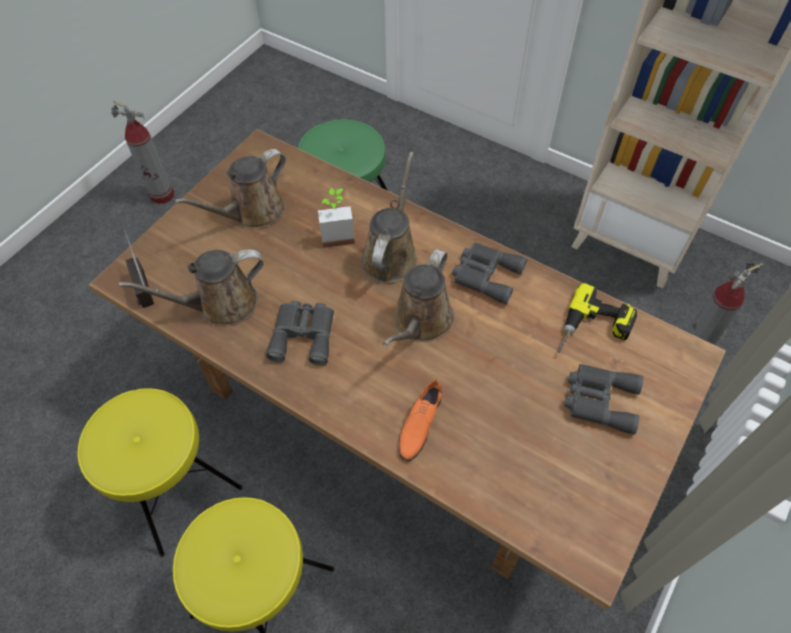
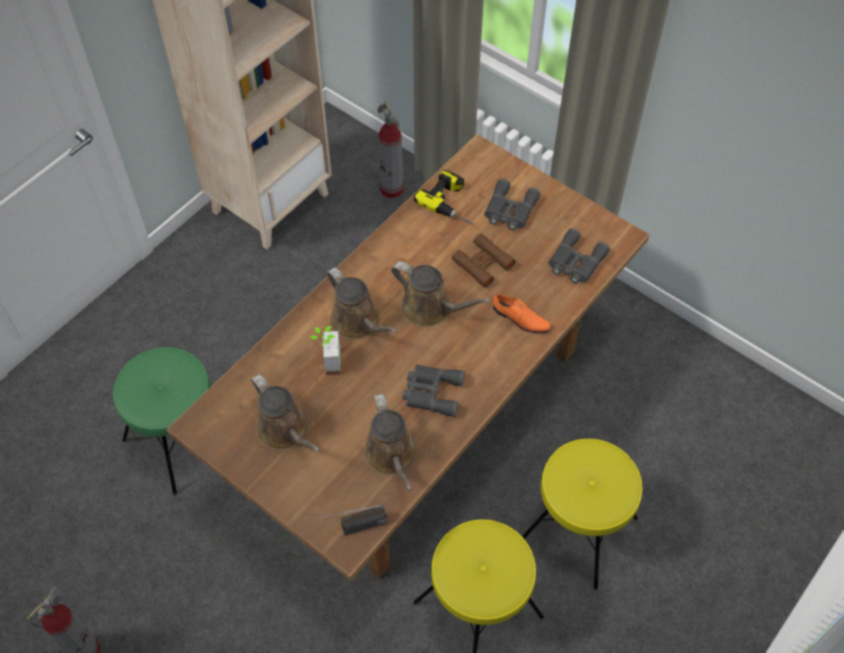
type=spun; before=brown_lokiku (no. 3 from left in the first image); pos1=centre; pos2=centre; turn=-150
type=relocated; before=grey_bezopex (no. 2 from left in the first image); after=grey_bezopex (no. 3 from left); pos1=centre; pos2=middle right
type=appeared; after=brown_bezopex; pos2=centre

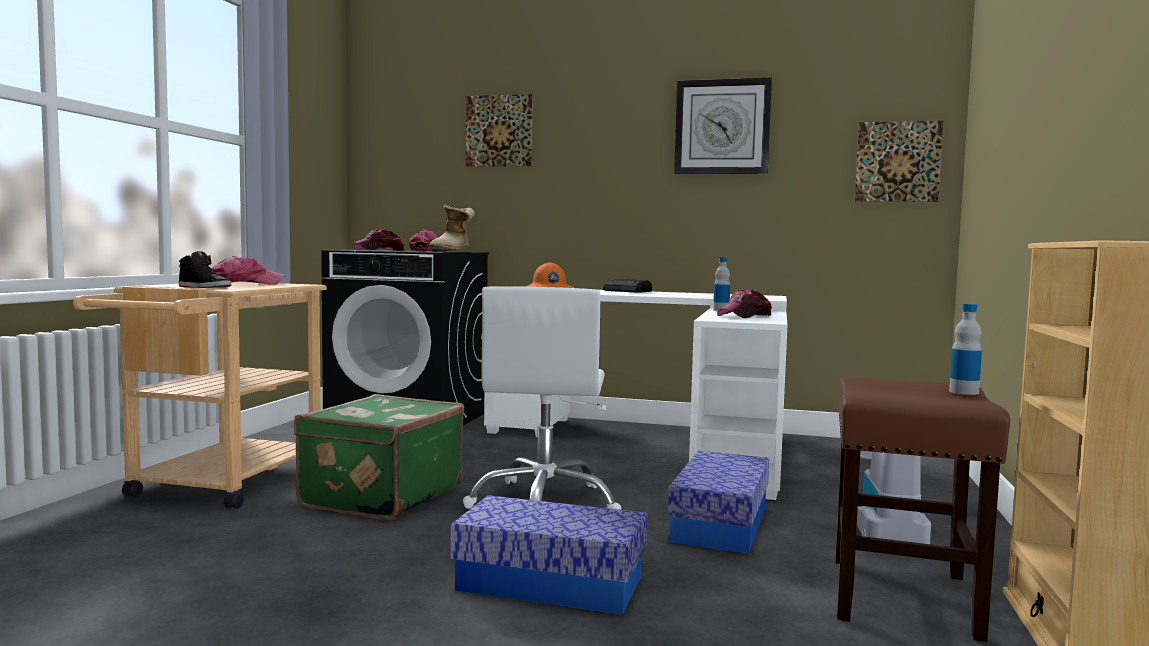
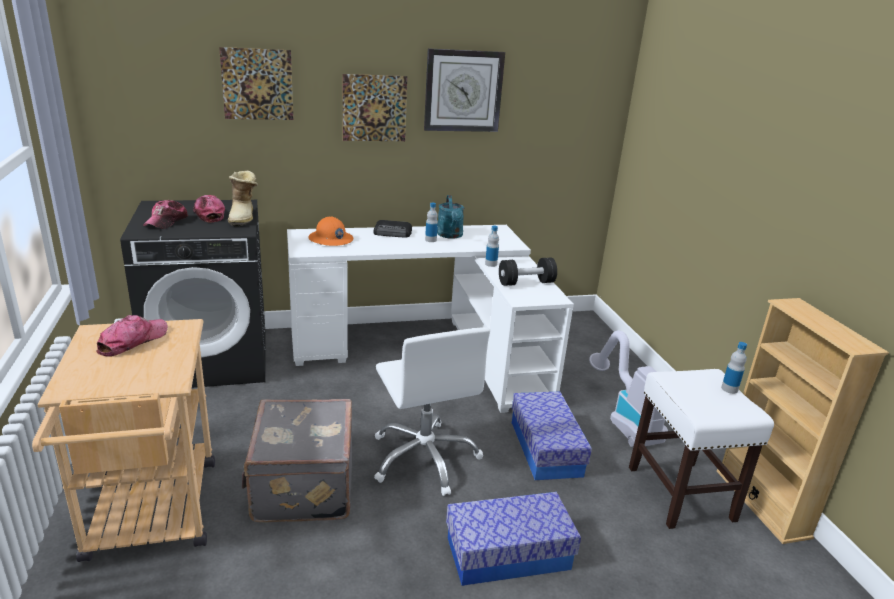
type=relocated; before=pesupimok (no. 2 from left); pos1=top right; pos2=top centre
type=missing; before=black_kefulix; pos1=middle left
type=exchanged; before=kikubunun (no. 4 from left); after=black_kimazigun; pos1=centre; pos2=centre
type=colour; before=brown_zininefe; after=white_zininefe; pos1=bottom right; pos2=bottom right
type=colour; before=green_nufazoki; after=grey_nufazoki; pos1=bottom left; pos2=bottom left
type=appeared; after=turquoise_lokiku; pos2=centre
type=appeared; after=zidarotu (no. 1 from left); pos2=centre

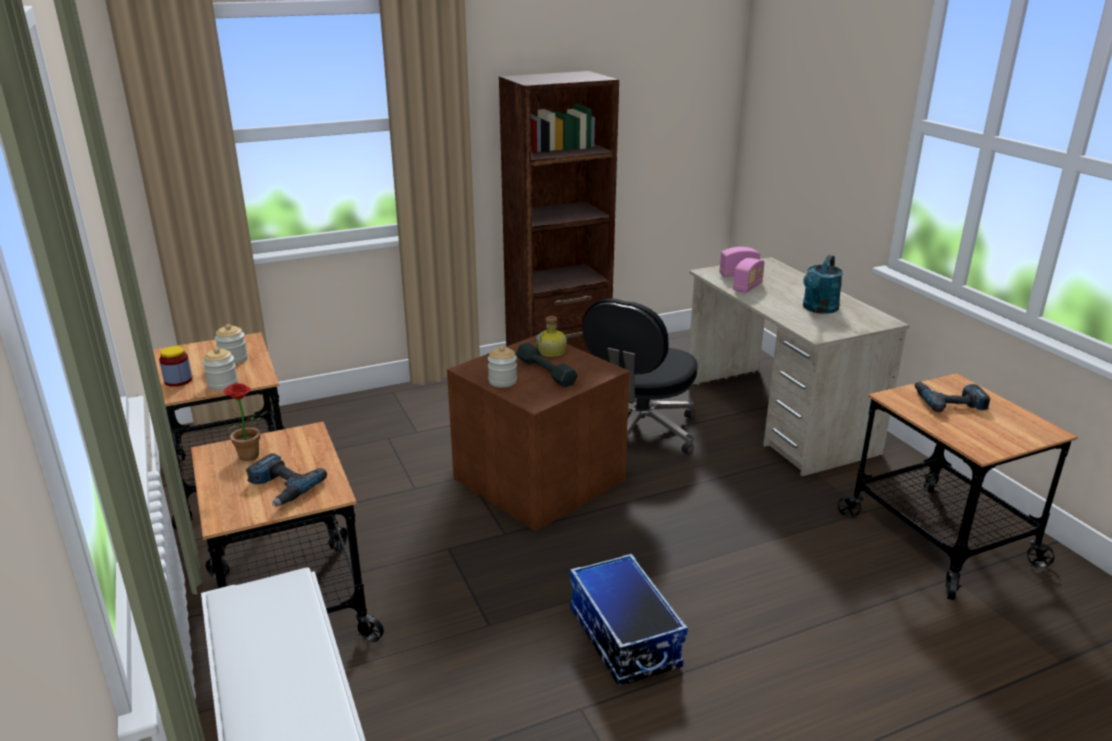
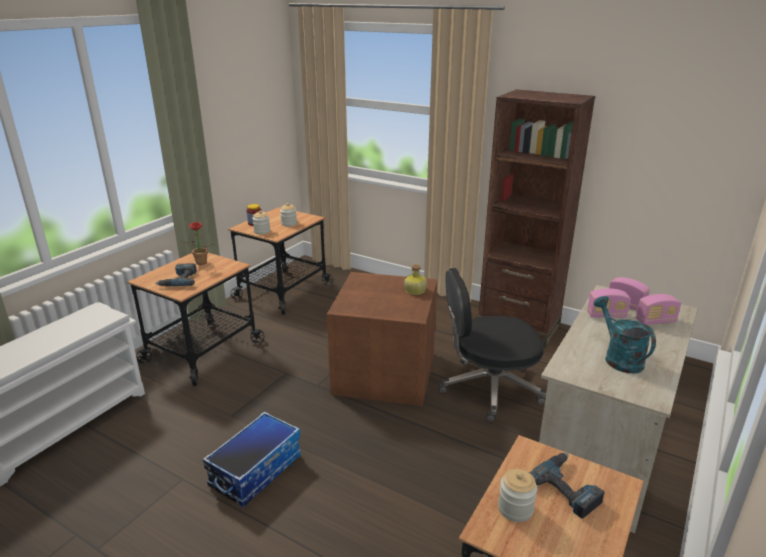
type=spun; before=turquoise_lokiku; pos1=middle right; pos2=middle right; turn=75
type=missing; before=grey_kimazigun; pos1=centre
type=relocated; before=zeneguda (no. 4 from left); pos1=centre; pos2=bottom right
type=appeared; after=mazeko (no. 3 from left); pos2=middle right

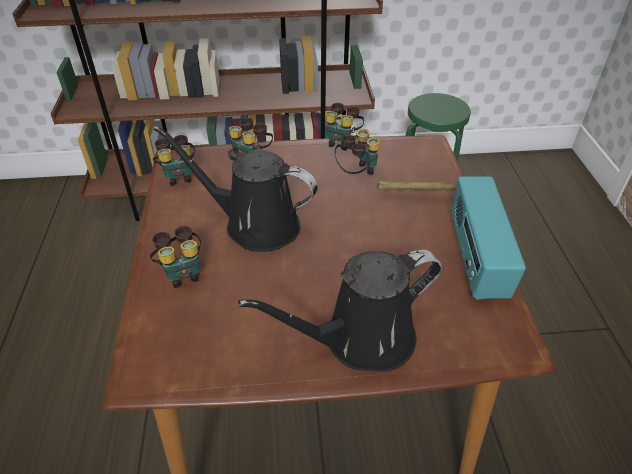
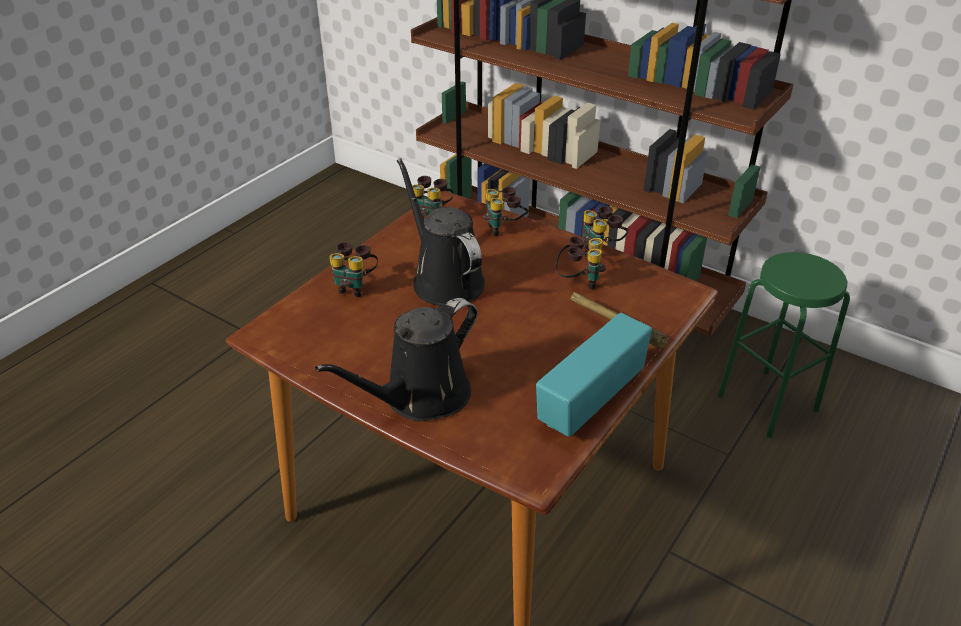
type=spun; before=black_lokiku (no. 2 from left in the first image); pos1=centre; pos2=centre; turn=-60

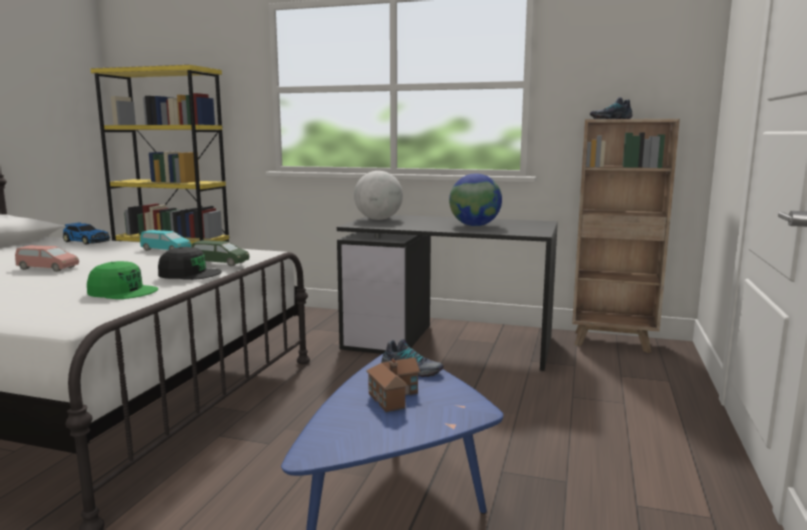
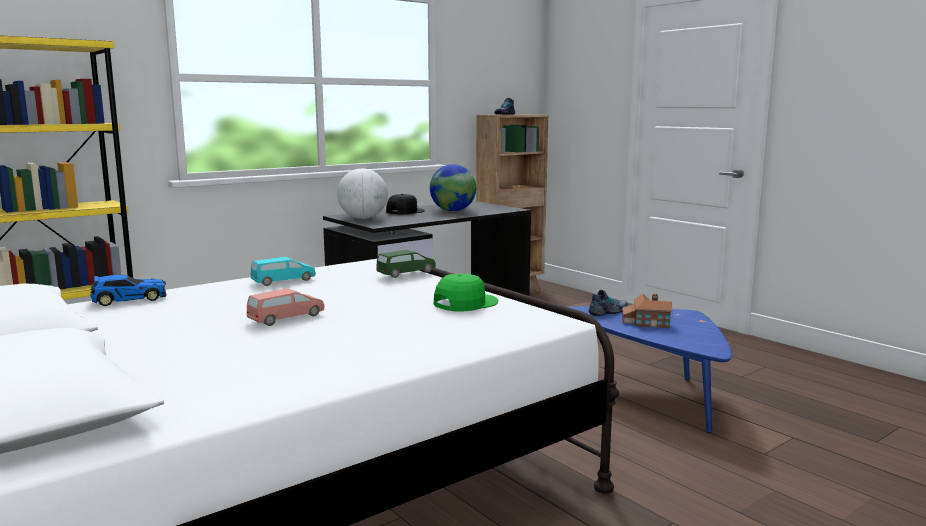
type=relocated; before=black_kikubunun; pos1=middle left; pos2=centre

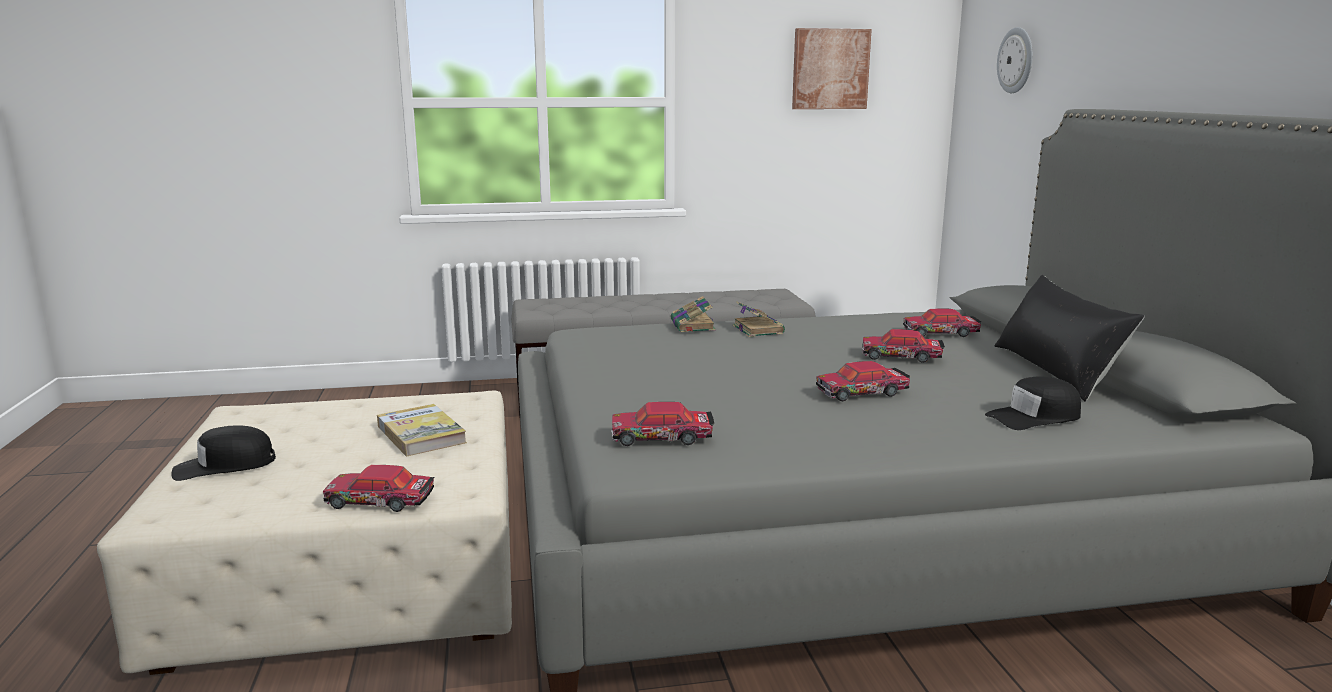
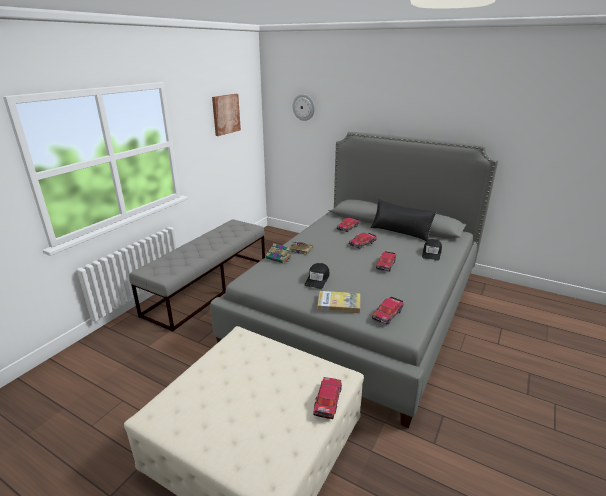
type=relocated; before=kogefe (no. 1 from left in the first image); after=kogefe (no. 3 from left); pos1=middle left; pos2=centre
type=relocated; before=black_kikubunun (no. 1 from left); pos1=middle left; pos2=centre
type=spun; before=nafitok (no. 1 from left); pos1=bottom left; pos2=bottom centre; turn=150

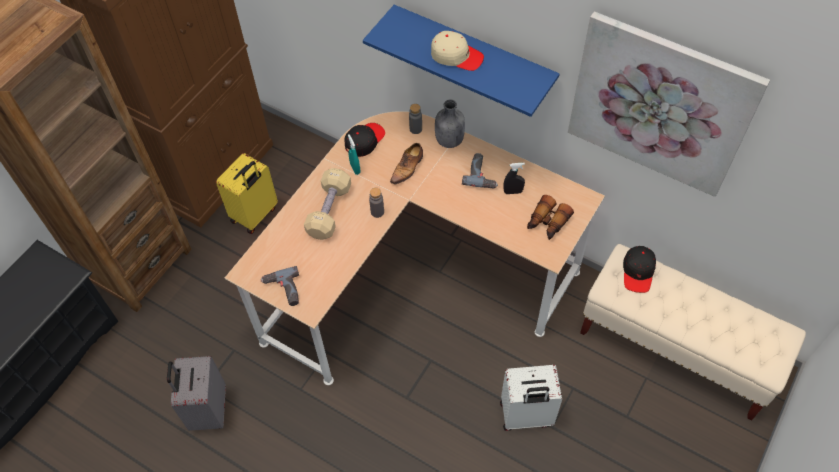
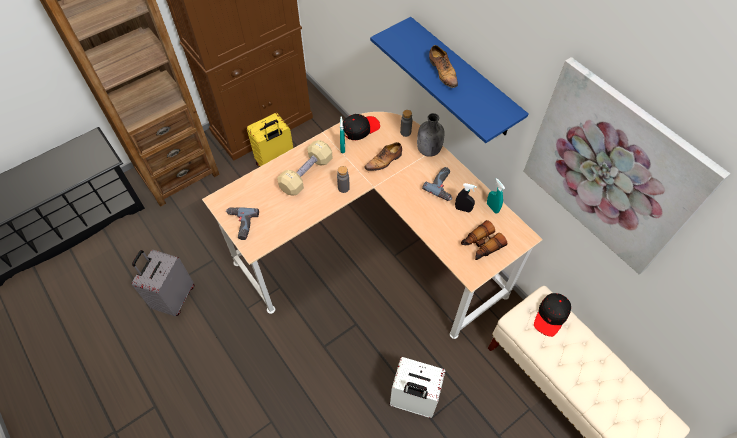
type=exchanged; before=beige_kikubunun; after=kefulix (no. 2 from left); pos1=top centre; pos2=top centre
type=appeared; after=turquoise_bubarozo (no. 2 from left); pos2=middle right

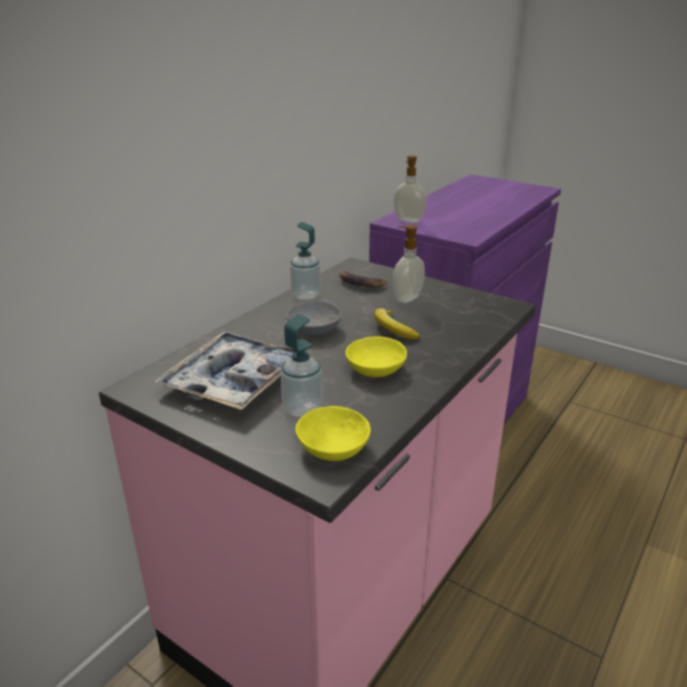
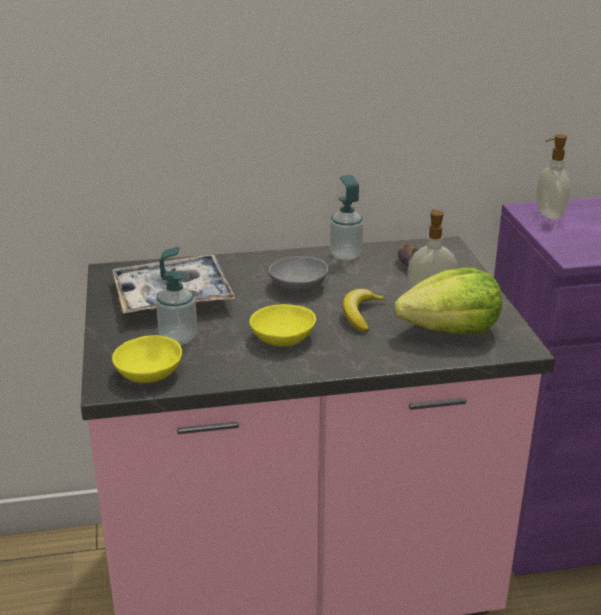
type=appeared; after=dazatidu; pos2=middle right

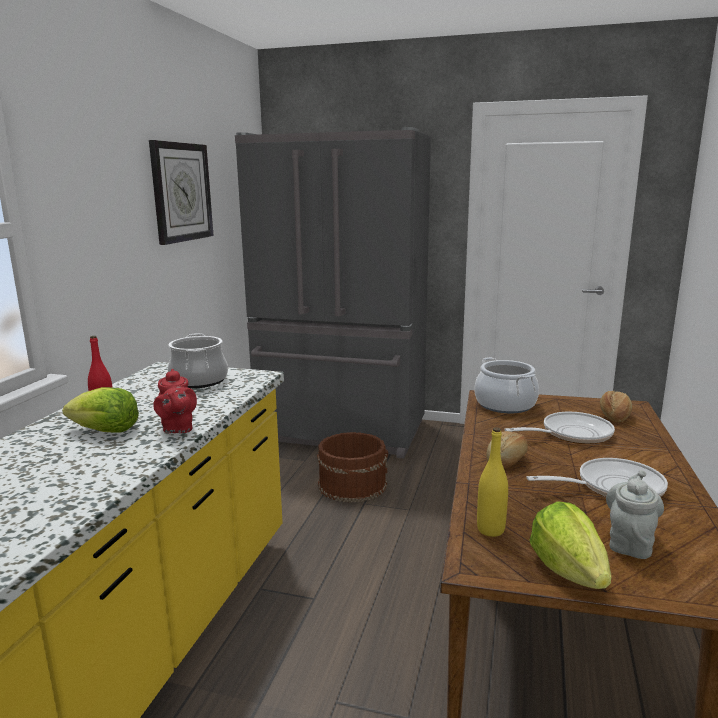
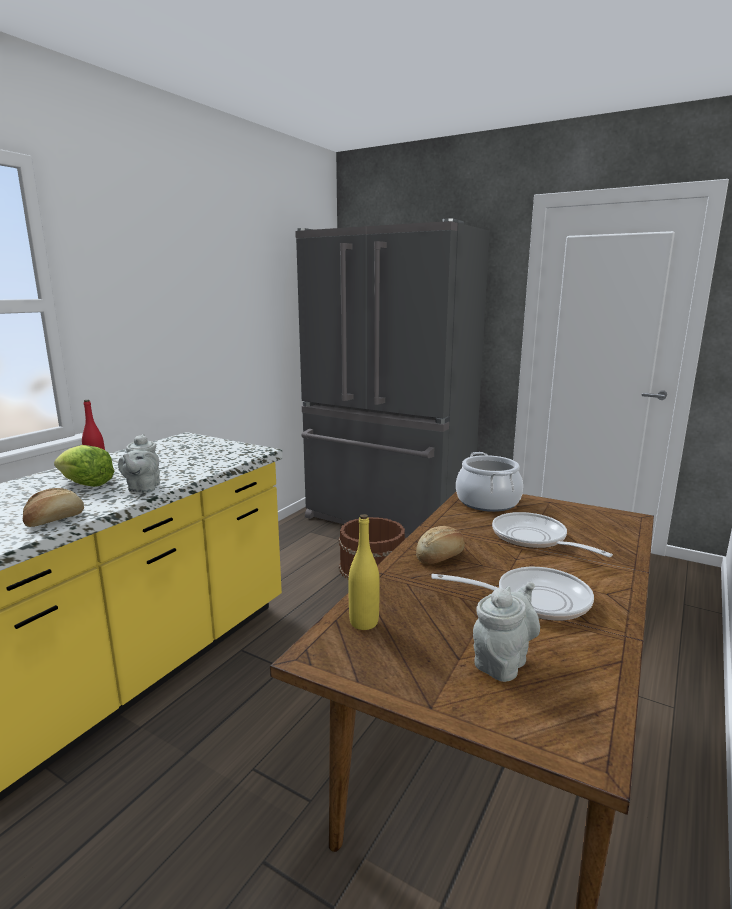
type=missing; before=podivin; pos1=top left
type=missing; before=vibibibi (no. 1 from left); pos1=middle left
type=colour; before=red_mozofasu; after=grey_mozofasu (no. 1 from left); pos1=middle left; pos2=middle left
type=relocated; before=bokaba (no. 2 from left in the first image); after=bokaba (no. 1 from left); pos1=middle right; pos2=middle left
type=spun; before=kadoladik (no. 1 from left in the first image); pos1=middle right; pos2=middle right; turn=-120
type=missing; before=dazatidu (no. 2 from left); pos1=bottom right

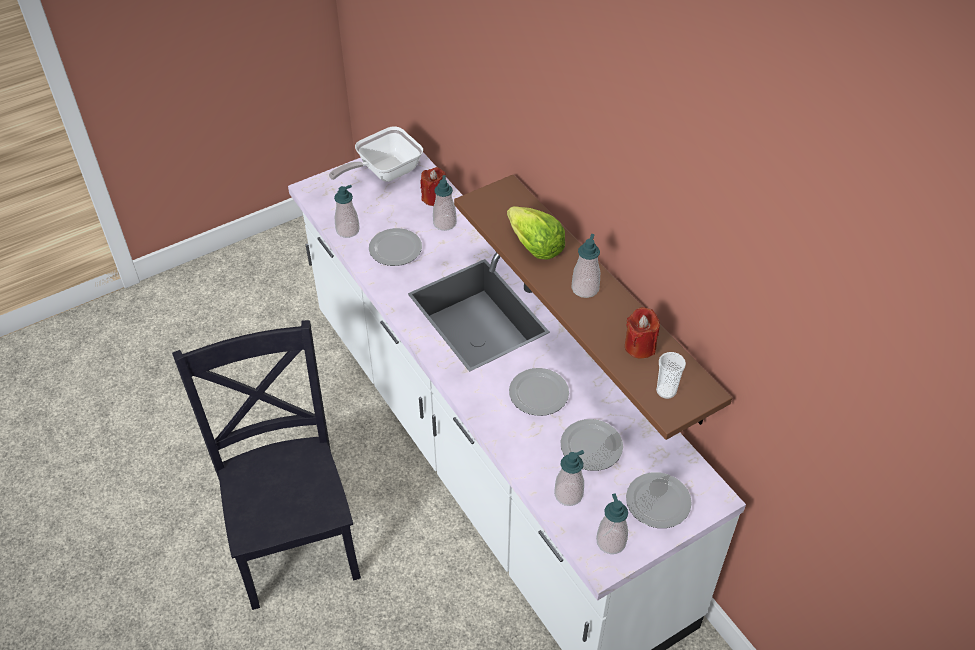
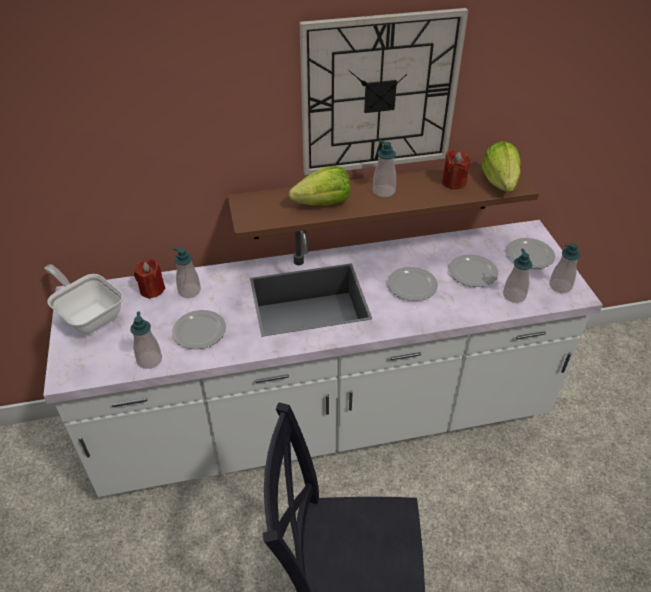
type=spun; before=kadoladik; pos1=top centre; pos2=middle left; turn=150
type=exchanged; before=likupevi; after=dazatidu (no. 2 from left); pos1=middle right; pos2=top right
type=appeared; after=podivin; pos2=top centre

